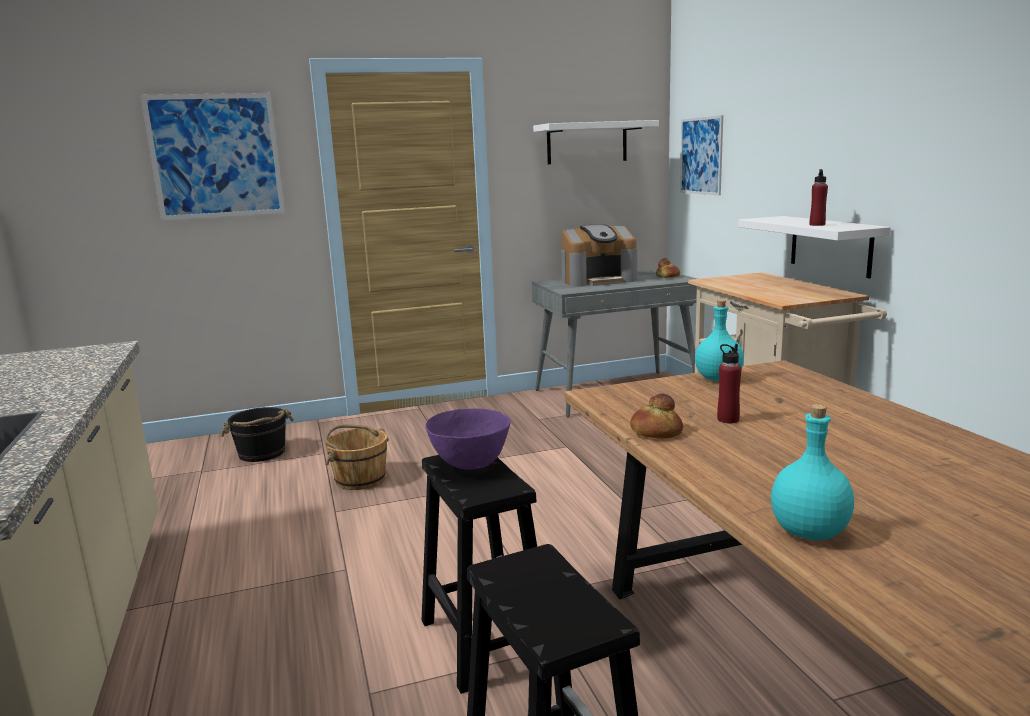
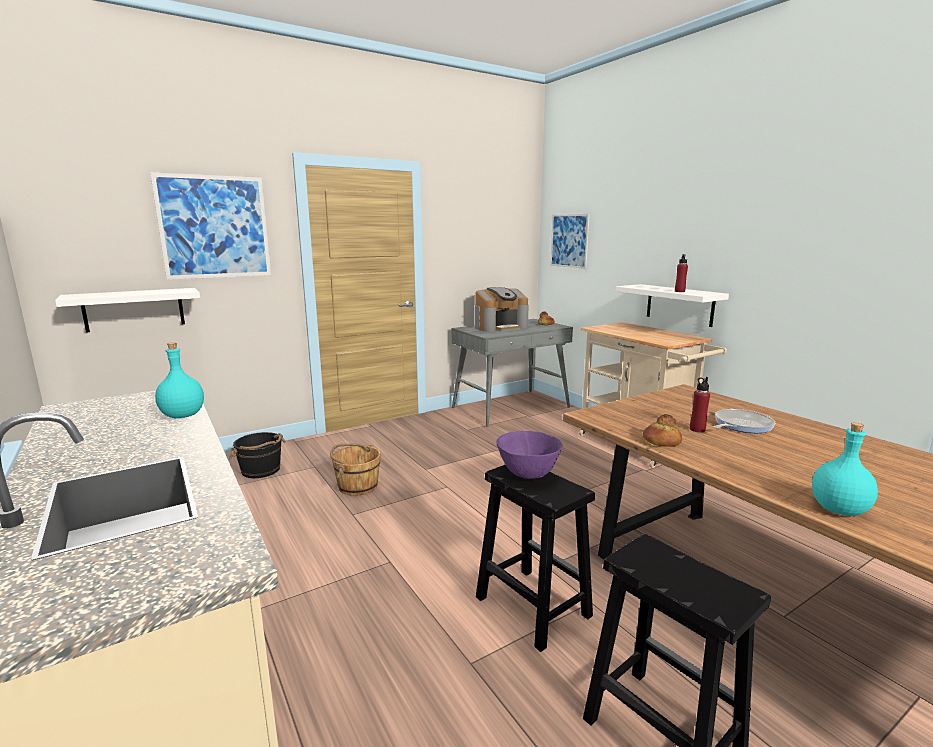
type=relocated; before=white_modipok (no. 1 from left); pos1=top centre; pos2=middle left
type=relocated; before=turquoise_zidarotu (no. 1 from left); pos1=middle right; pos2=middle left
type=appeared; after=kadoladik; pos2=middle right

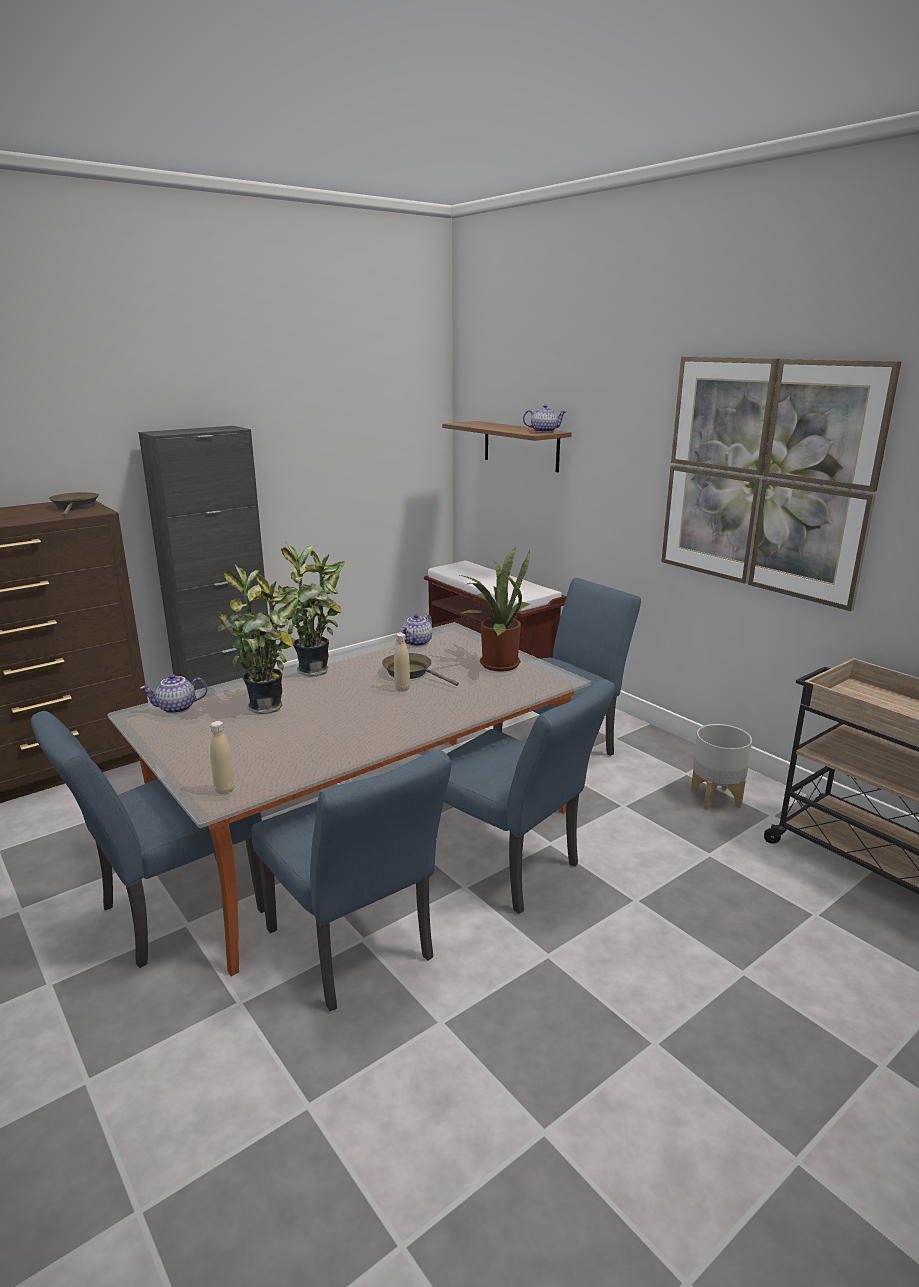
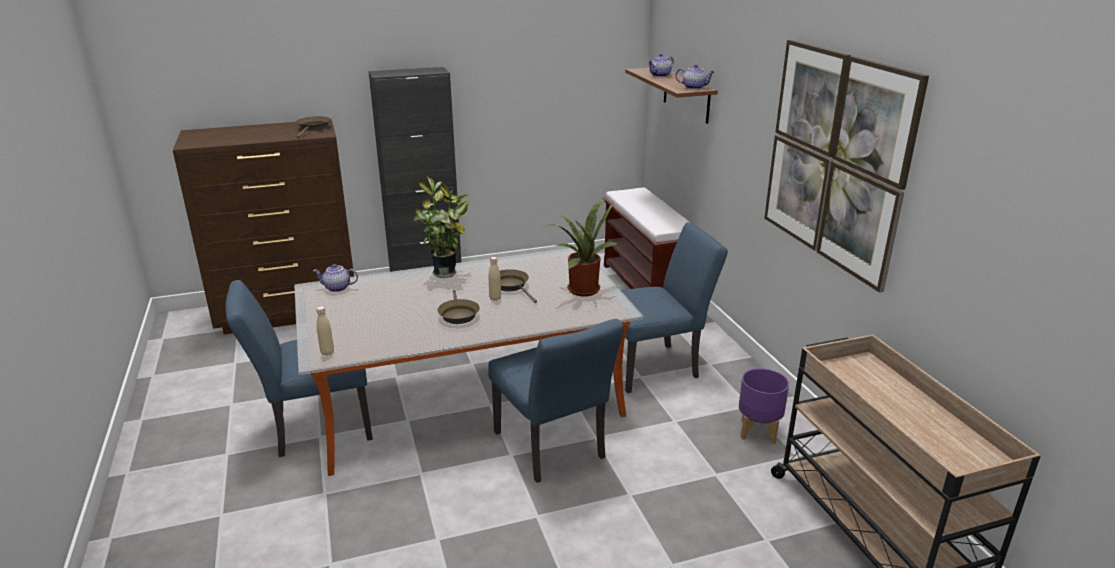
type=missing; before=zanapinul (no. 1 from left); pos1=middle left
type=relocated; before=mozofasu (no. 2 from left); pos1=centre; pos2=top centre
type=colour; before=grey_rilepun; after=purple_rilepun; pos1=middle right; pos2=bottom right
type=missing; before=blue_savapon (no. 2 from left); pos1=bottom centre
type=appeared; after=brown_kadoladik (no. 2 from left); pos2=centre

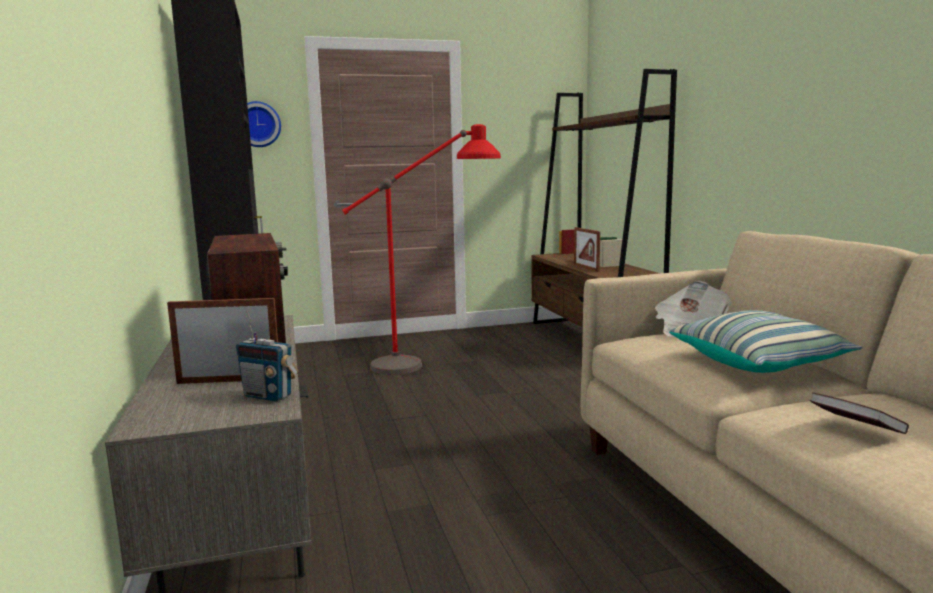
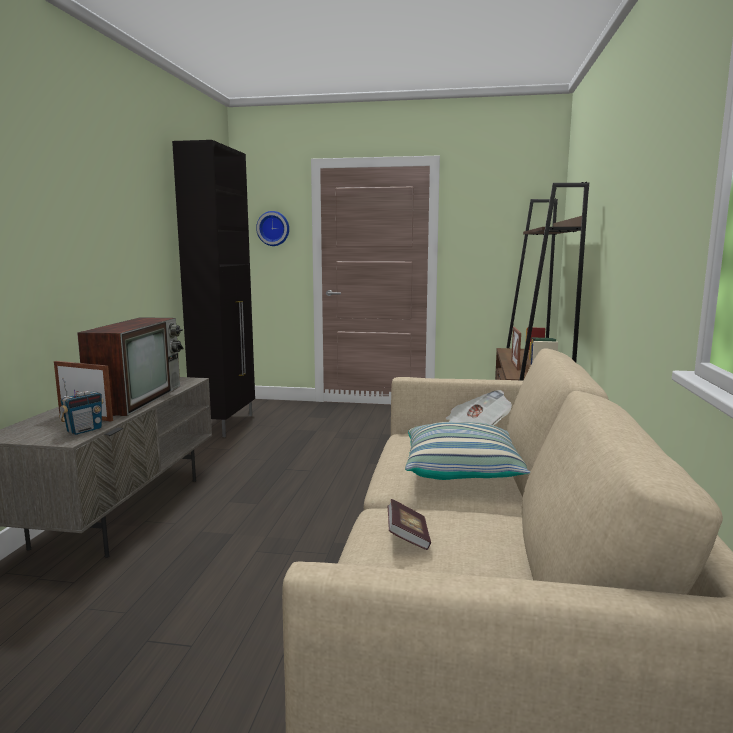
type=missing; before=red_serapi; pos1=centre
type=spun; before=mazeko; pos1=middle left; pos2=middle left; turn=-105

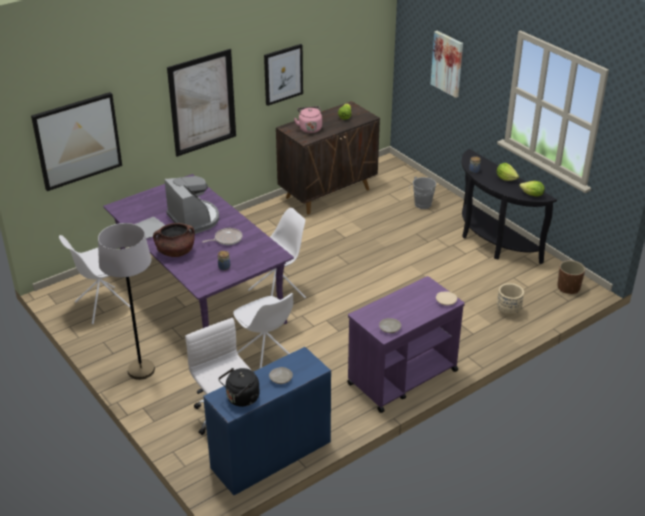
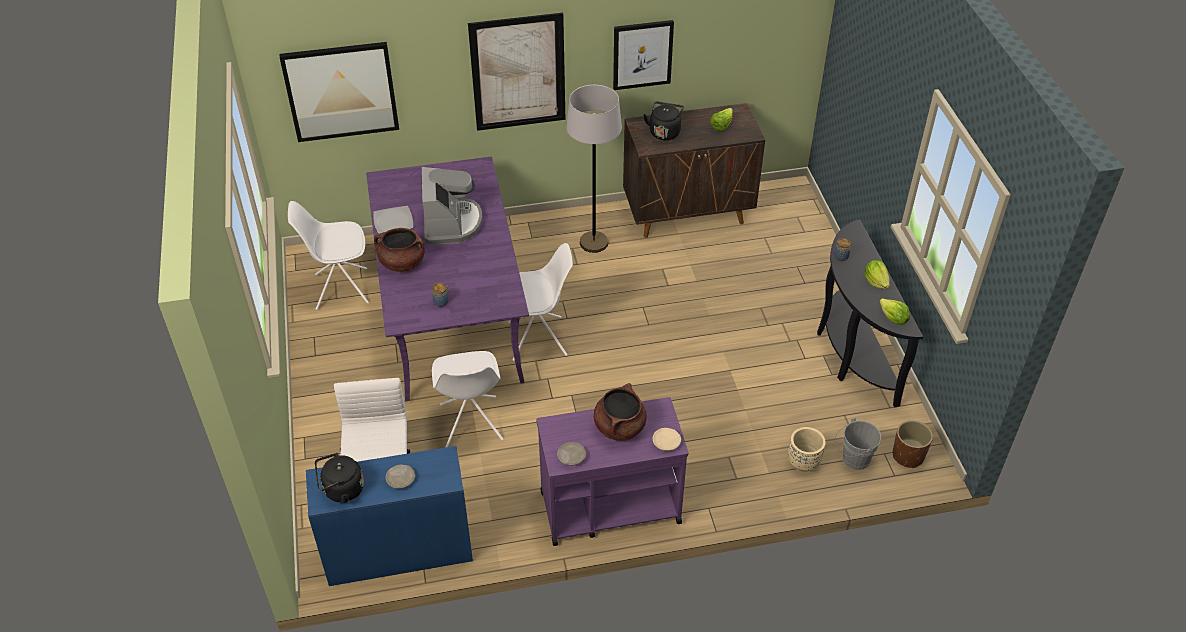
type=missing; before=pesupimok (no. 4 from left); pos1=top right
type=colour; before=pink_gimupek; after=black_gimupek (no. 2 from left); pos1=top centre; pos2=top centre
type=relocated; before=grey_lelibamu; pos1=centre; pos2=bottom right
type=relocated; before=grey_serapi; pos1=middle left; pos2=top centre
type=missing; before=kadoladik; pos1=centre
type=appeared; after=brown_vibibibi (no. 2 from left); pos2=centre

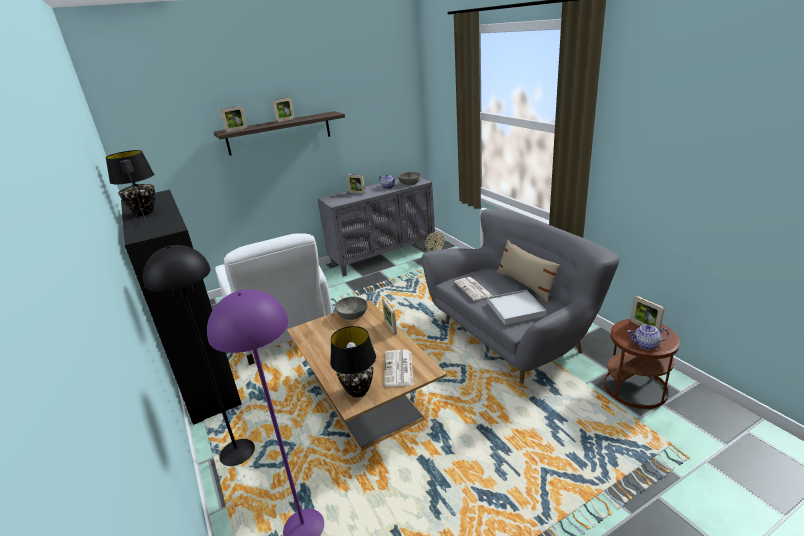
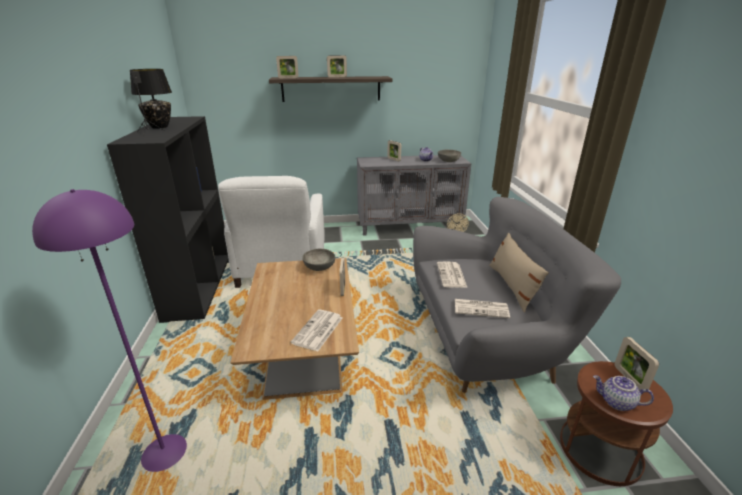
type=missing; before=black_serapi; pos1=middle left
type=exchanged; before=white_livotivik; after=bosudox (no. 3 from left); pos1=centre; pos2=centre
type=missing; before=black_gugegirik (no. 2 from left); pos1=bottom centre

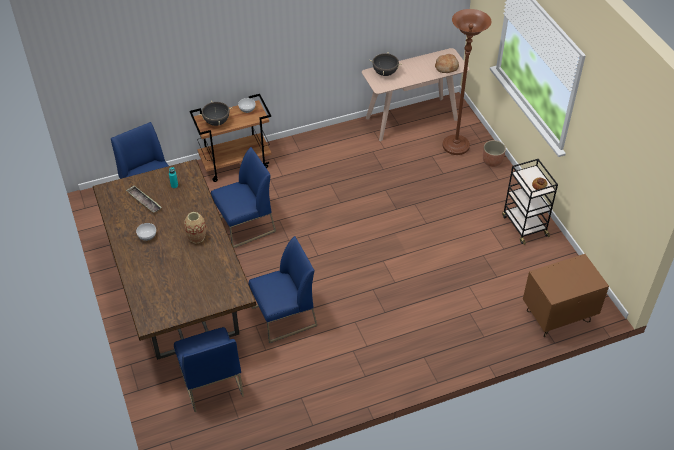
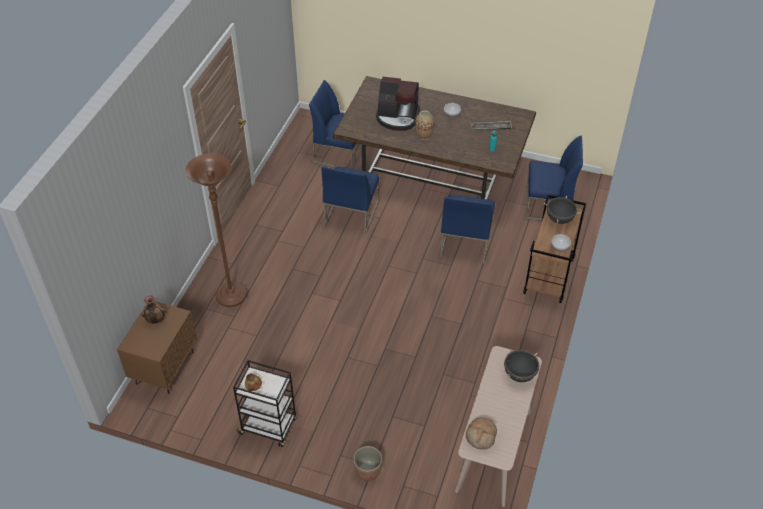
type=relocated; before=brown_serapi; pos1=top right; pos2=middle left
type=appeared; after=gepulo; pos2=top centre
type=appeared; after=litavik (no. 1 from left); pos2=middle left

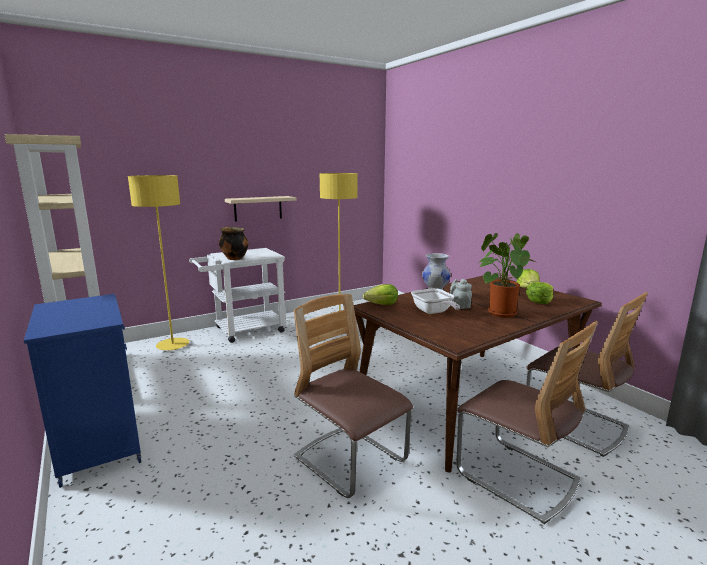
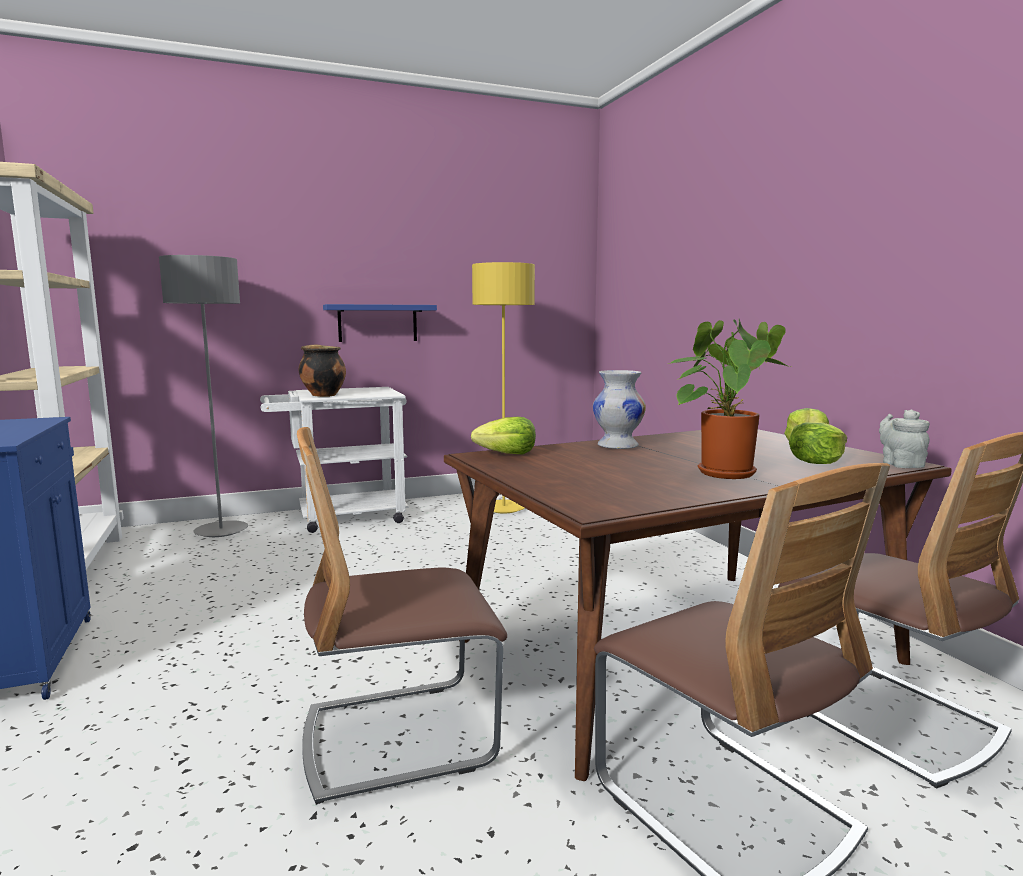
type=colour; before=yellow_serapi (no. 1 from left); after=grey_serapi; pos1=middle left; pos2=middle left
type=colour; before=beige_modipok; after=blue_modipok; pos1=centre; pos2=centre
type=relocated; before=grey_mozofasu; pos1=centre; pos2=middle right
type=missing; before=kadoladik; pos1=centre
type=spun; before=savapon (no. 1 from left); pos1=bottom centre; pos2=bottom centre; turn=-75

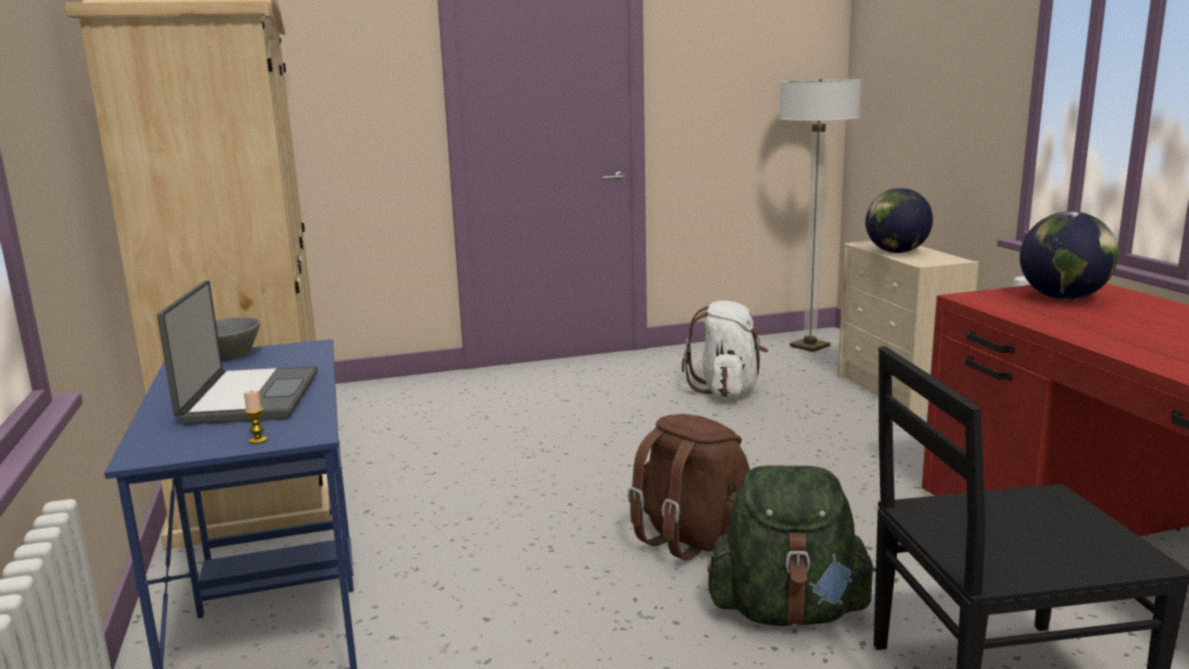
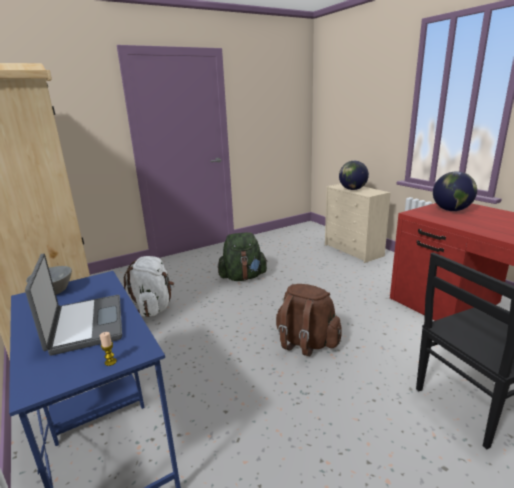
type=missing; before=serapi; pos1=top right
type=relocated; before=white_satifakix; pos1=centre; pos2=middle left
type=relocated; before=green_satifakix; pos1=bottom centre; pos2=centre

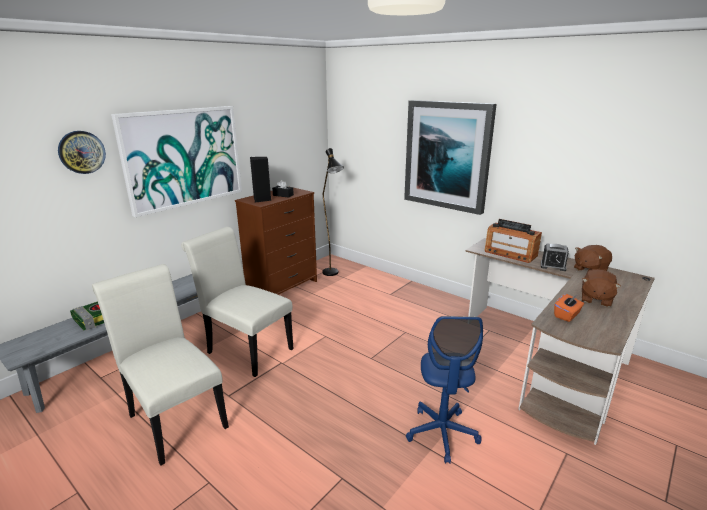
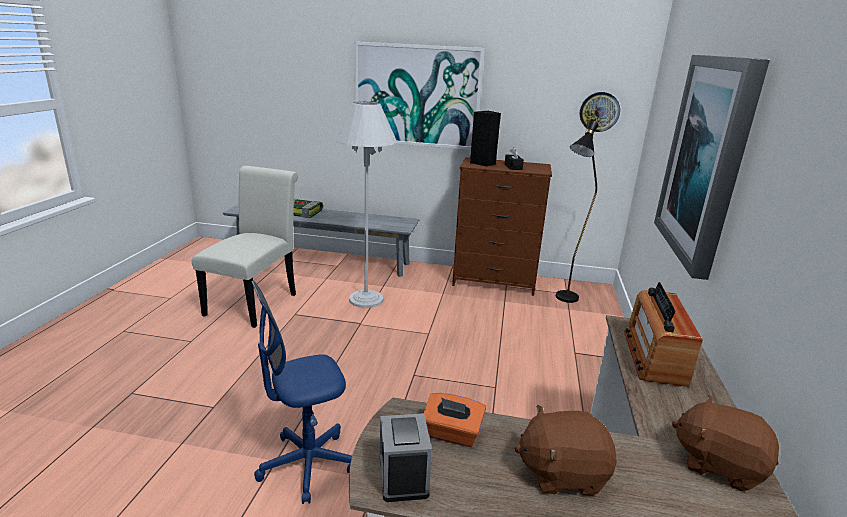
type=relocated; before=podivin; pos1=top left; pos2=top right
type=exchanged; before=white_savapon (no. 2 from left); after=white_serapi; pos1=centre; pos2=centre
type=relocated; before=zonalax; pos1=middle right; pos2=bottom centre

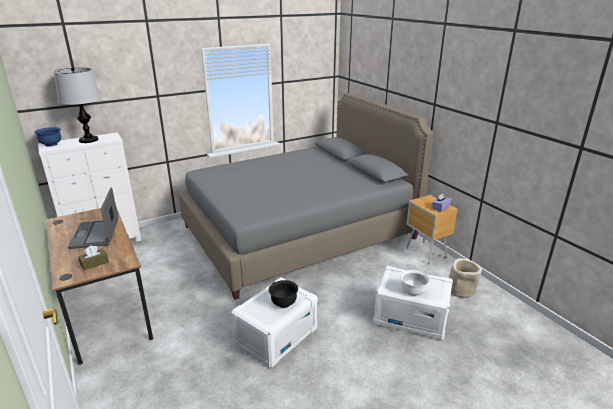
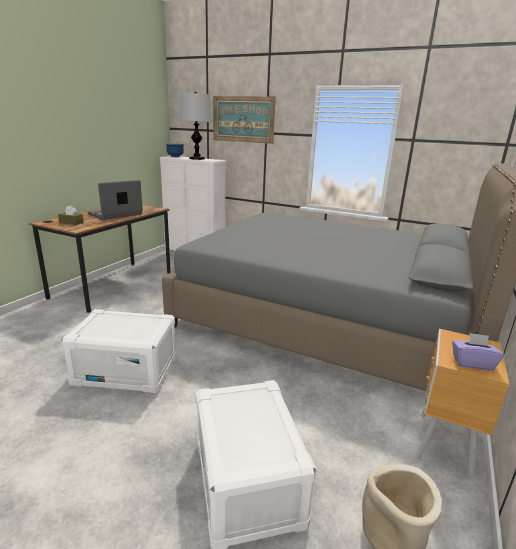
type=missing; before=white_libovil; pos1=bottom right
type=missing; before=black_libovil; pos1=bottom centre
type=appeared; after=pesupimok; pos2=top centre

